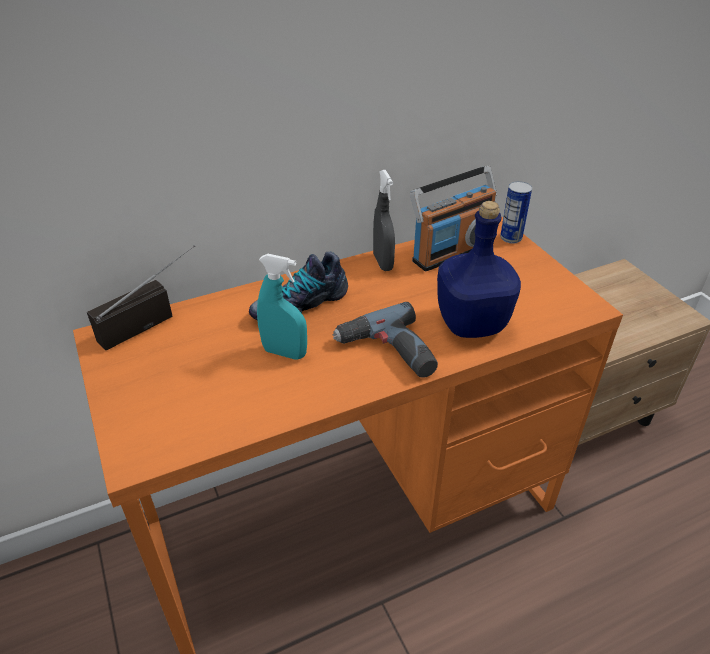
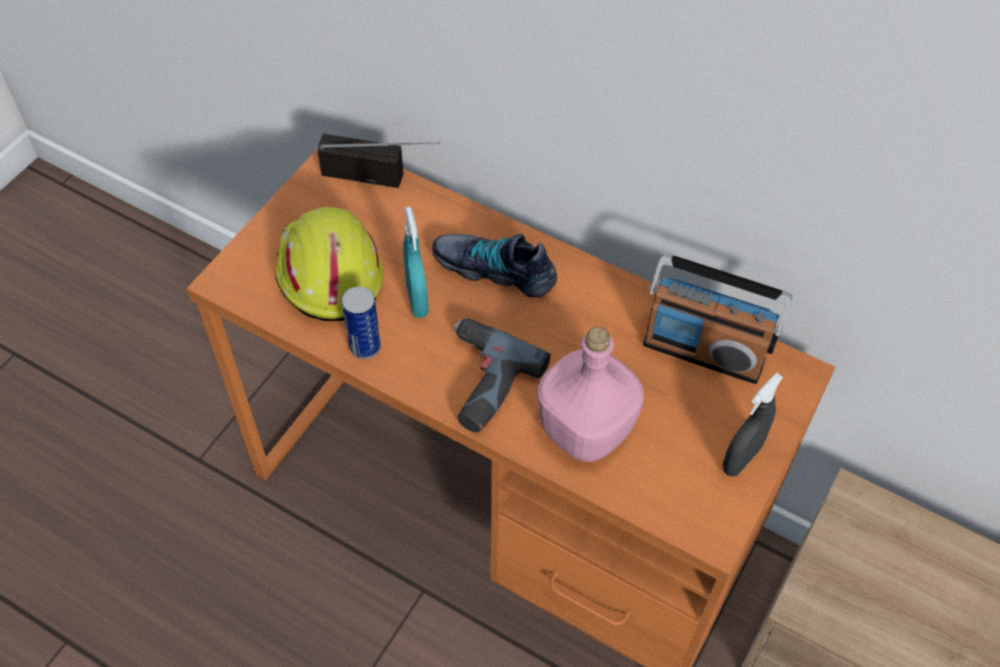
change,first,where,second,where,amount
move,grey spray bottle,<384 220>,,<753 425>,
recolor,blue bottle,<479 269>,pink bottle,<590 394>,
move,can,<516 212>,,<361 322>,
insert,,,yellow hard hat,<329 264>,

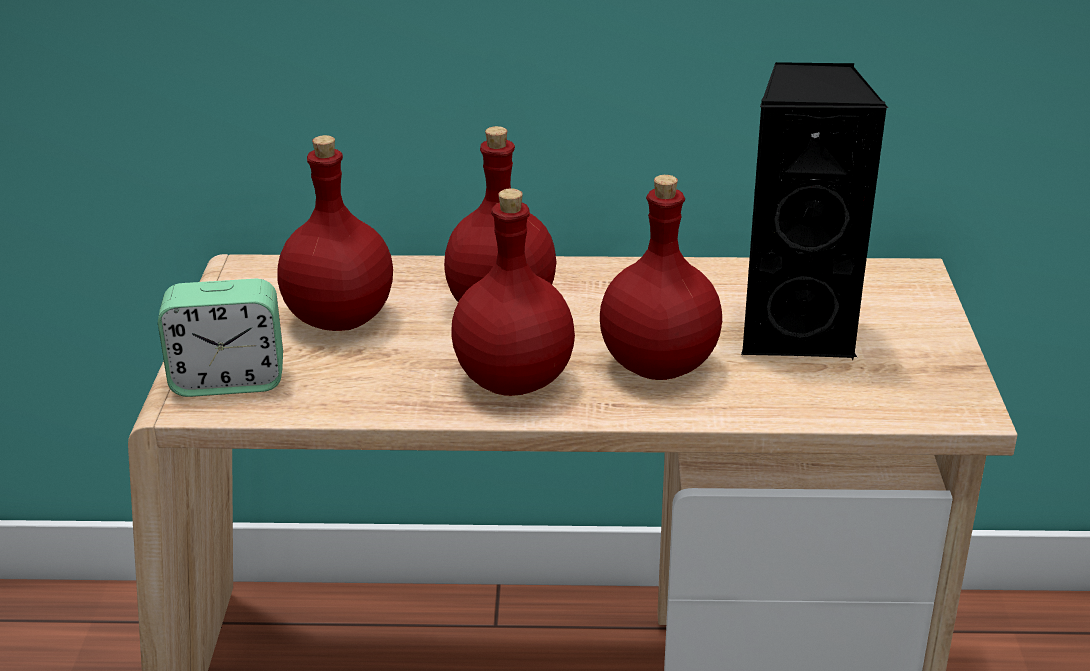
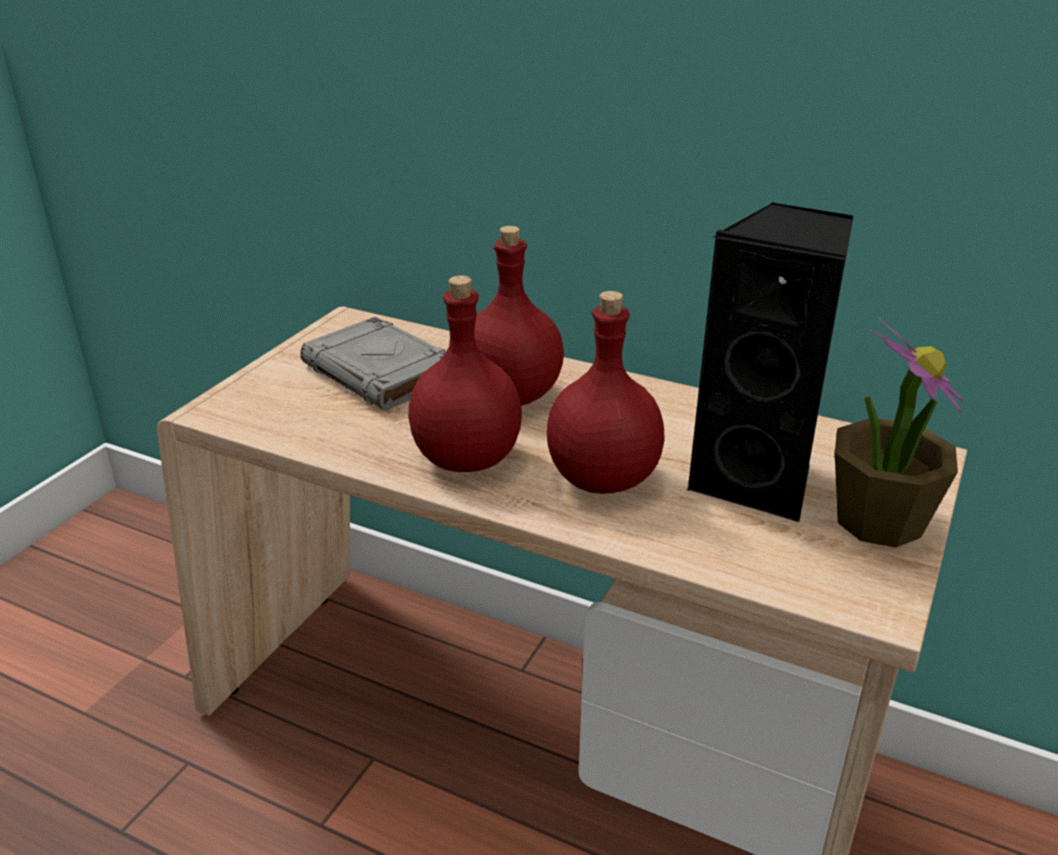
change,first,where,second,where,amount
delete,alarm clock,<220 337>,,,
replace,red bottle,<335 233>,grey book,<373 363>,
insert,,,potted plant,<899 432>,

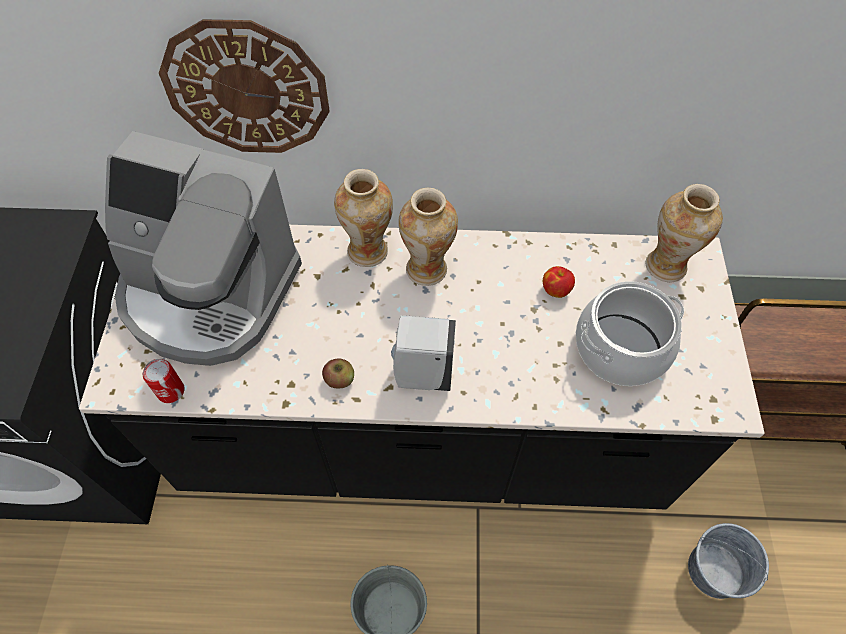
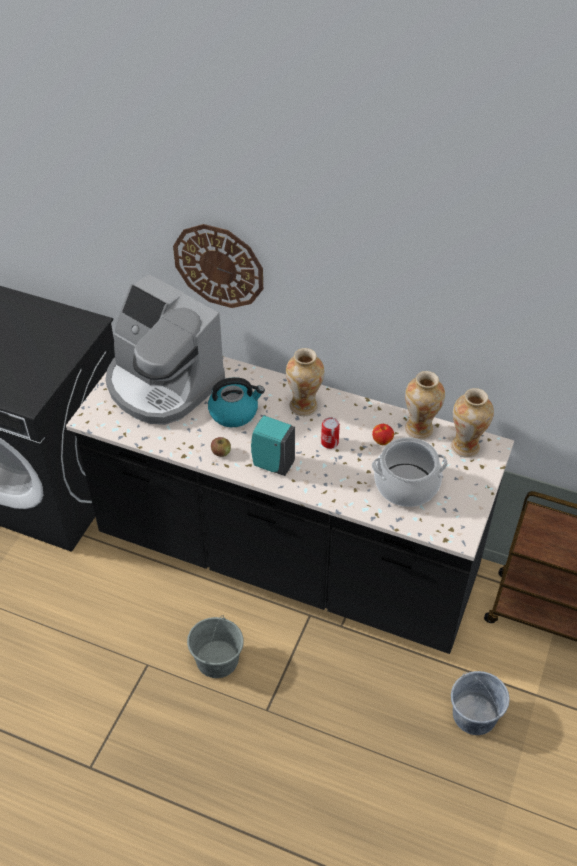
change,first,where,second,where,amount
move,can,<164 381>,,<330 433>,
move,vase,<363 218>,,<425 405>,
recolor,white soap dispenser,<423 353>,turquoise soap dispenser,<273 446>,
insert,,,kettle,<236 402>,

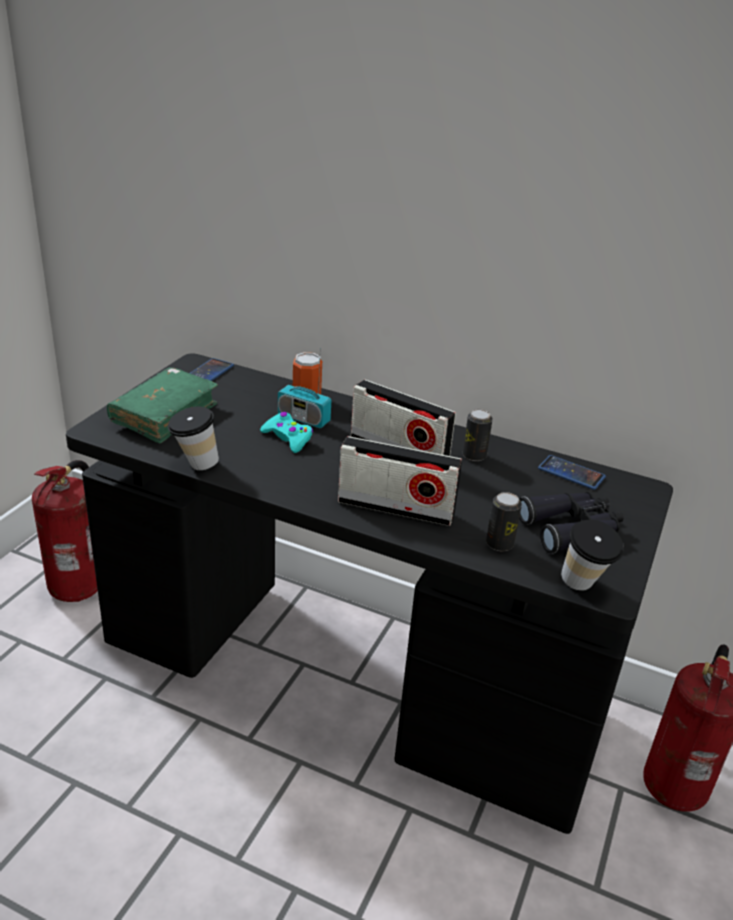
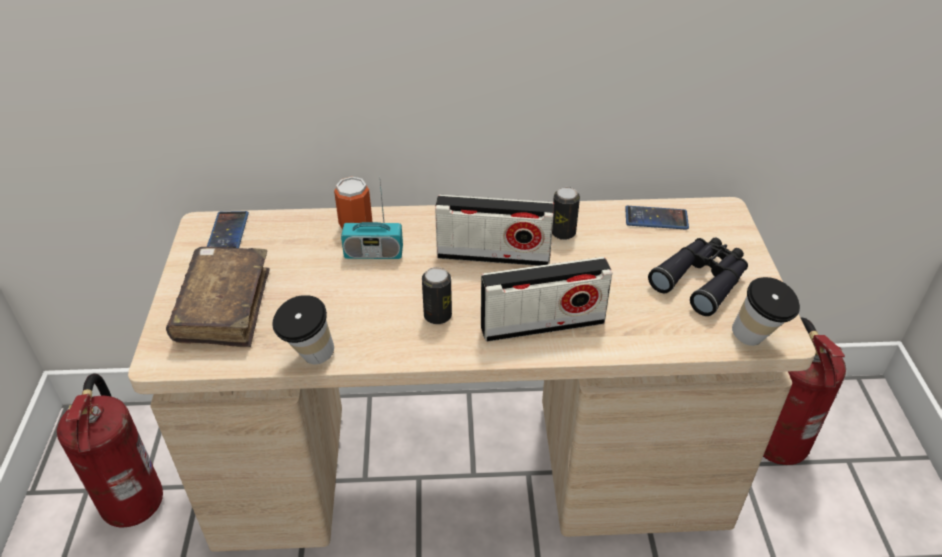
change,first,where,second,where,amount
recolor,black desk,<369 593>,beige desk,<472 374>,
recolor,green book,<162 405>,brown book,<218 297>,
delete,turquoise game controller,<286 432>,,,
move,can,<504 521>,,<437 295>,

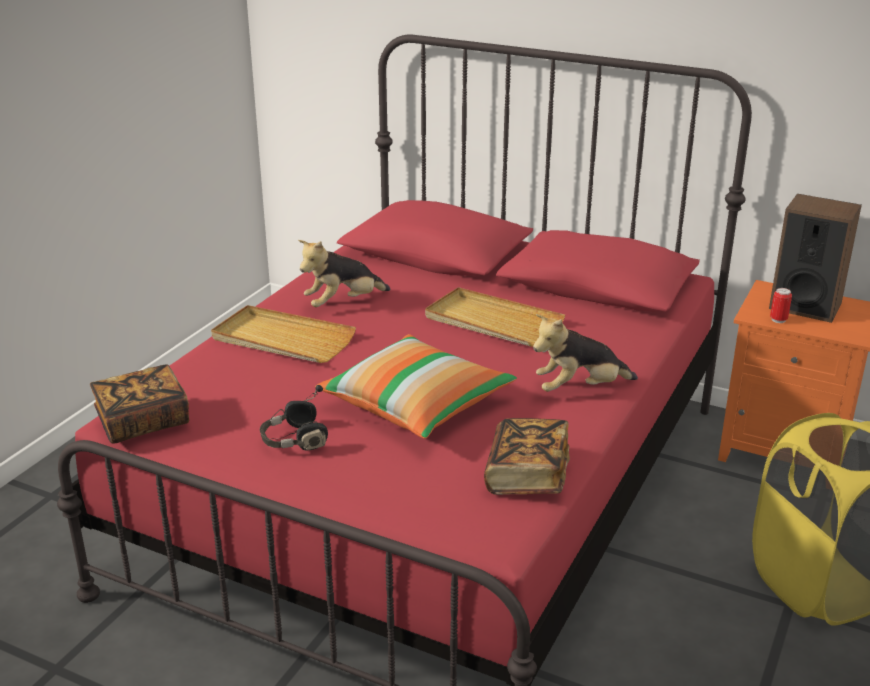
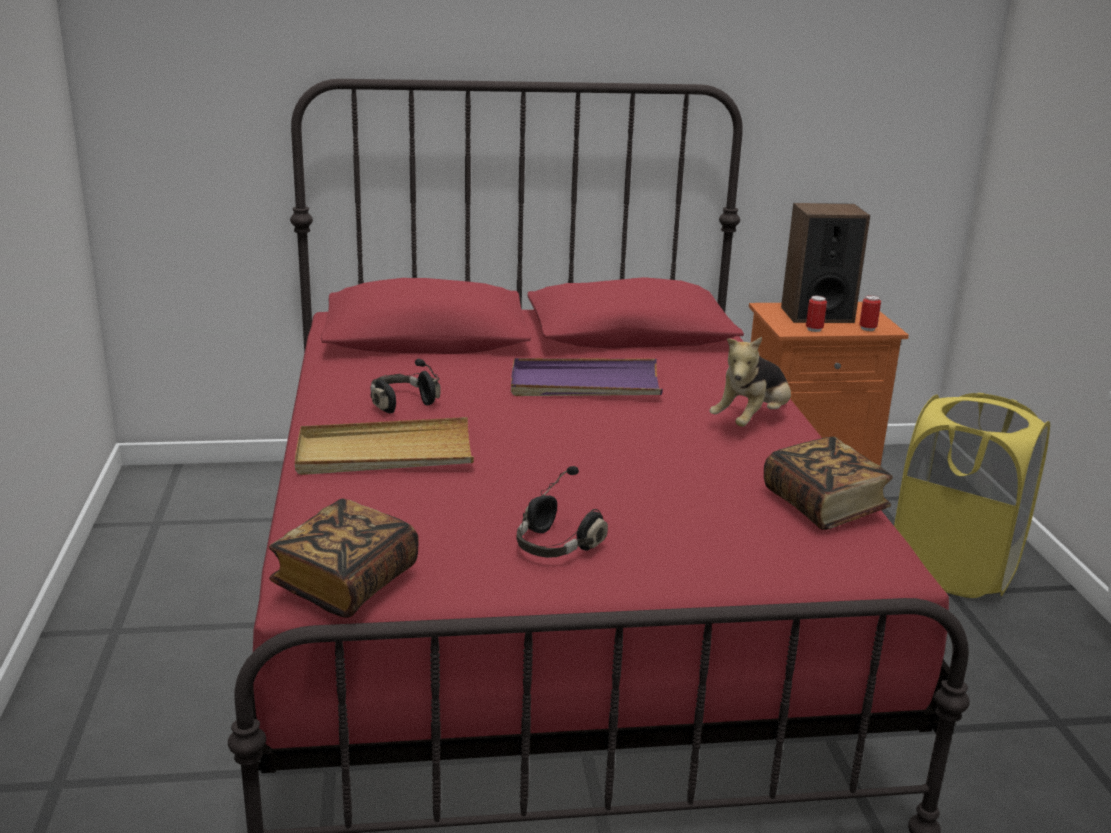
change,first,where,second,where,amount
replace,plush toy,<344 273>,black headphones,<406 386>,
delete,pillow,<416 386>,,,
recolor,beige tray,<495 317>,purple tray,<587 377>,
insert,,,can,<870 313>,

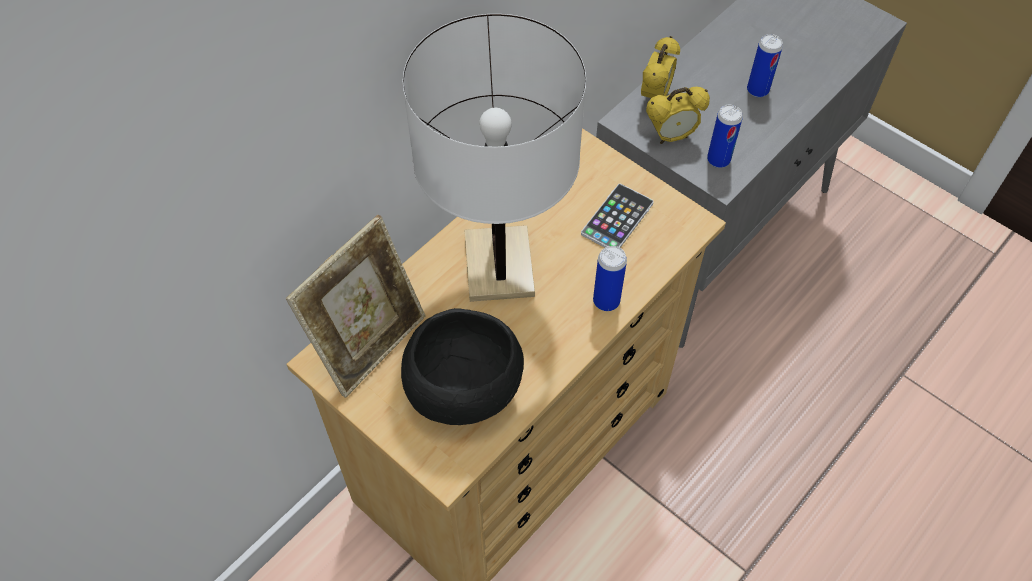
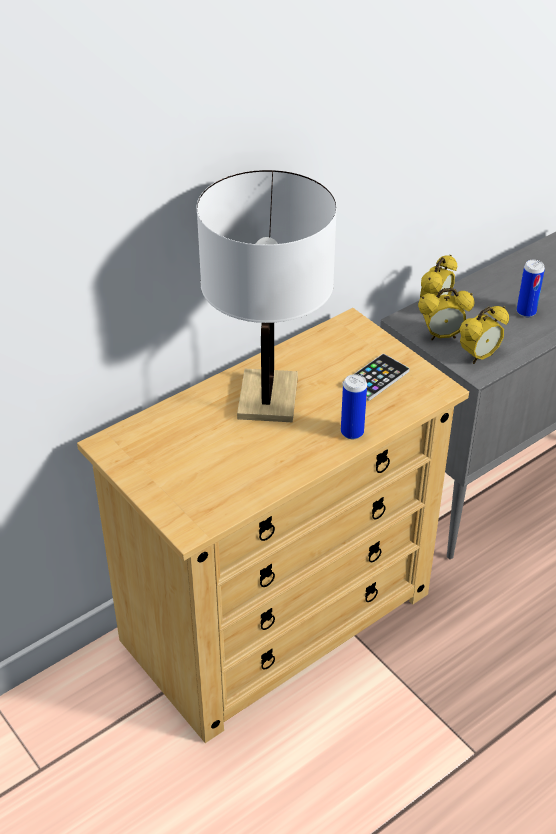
change,first,where,second,where,amount
delete,picture frame,<356 306>,,,
delete,black bowl,<462 366>,,,
replace,can,<725 136>,alarm clock,<484 335>,

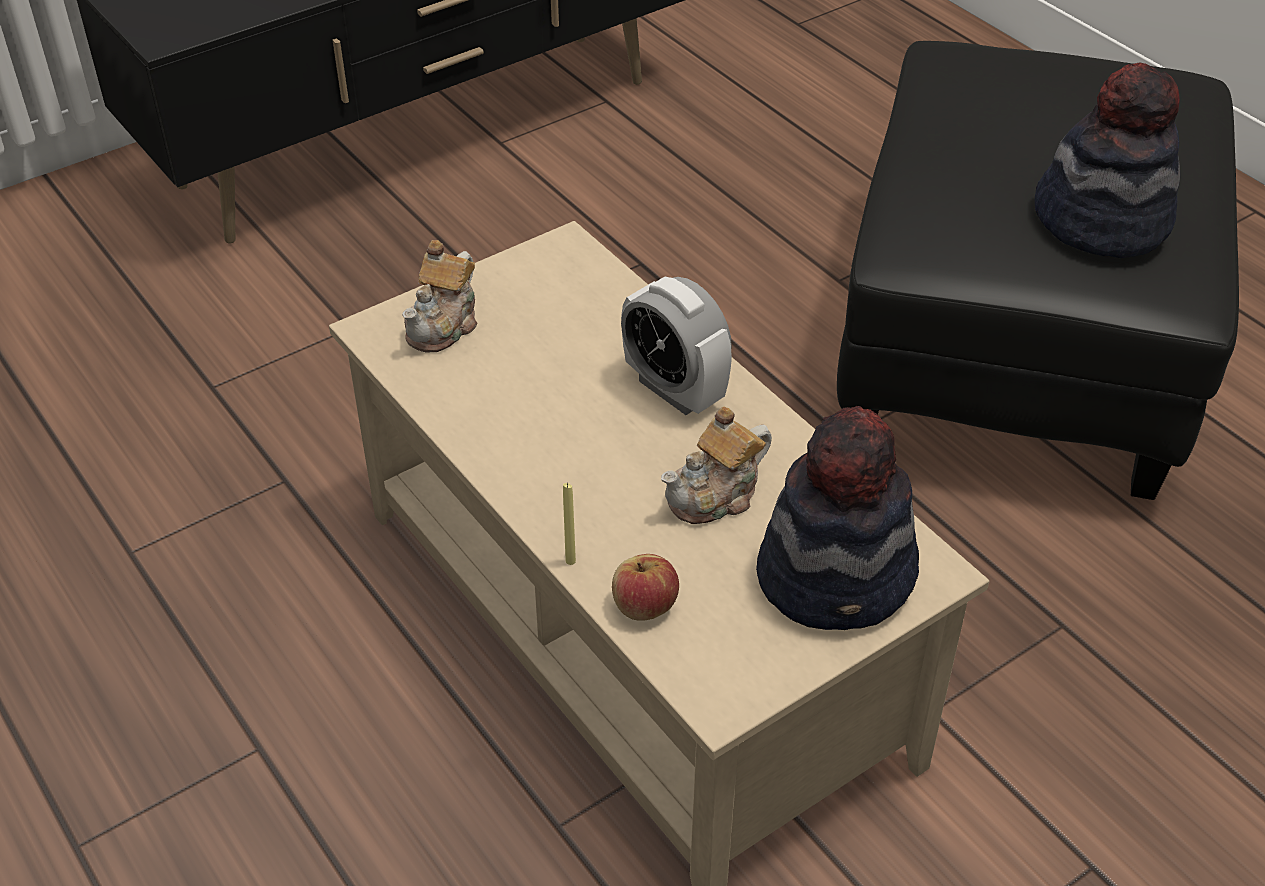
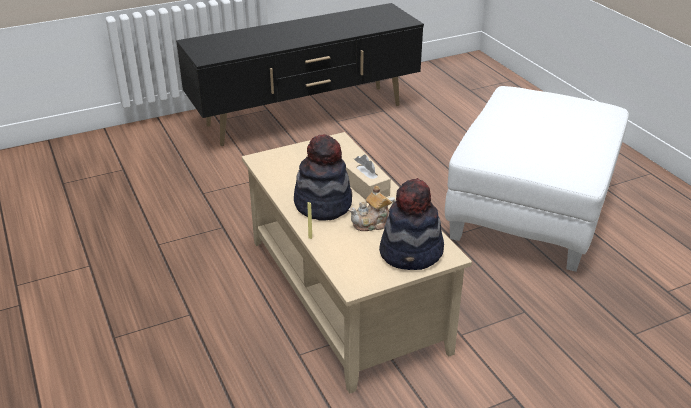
change,first,where,second,where,amount
delete,teapot,<440 296>,,,
delete,apple,<645 587>,,,
replace,alarm clock,<676 346>,beige tissue box,<368 177>,
recolor,black ottoman,<1038 270>,white ottoman,<537 179>,
move,hat,<1107 160>,,<323 177>,

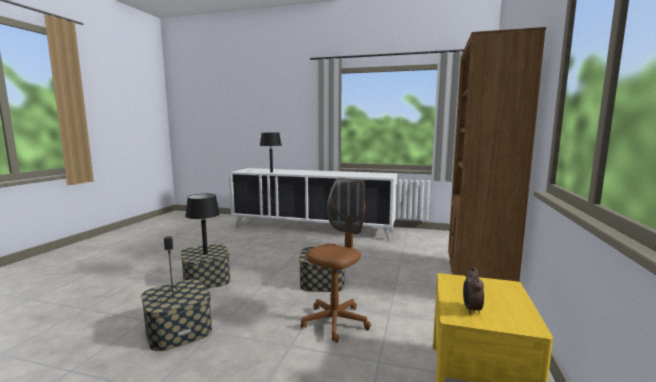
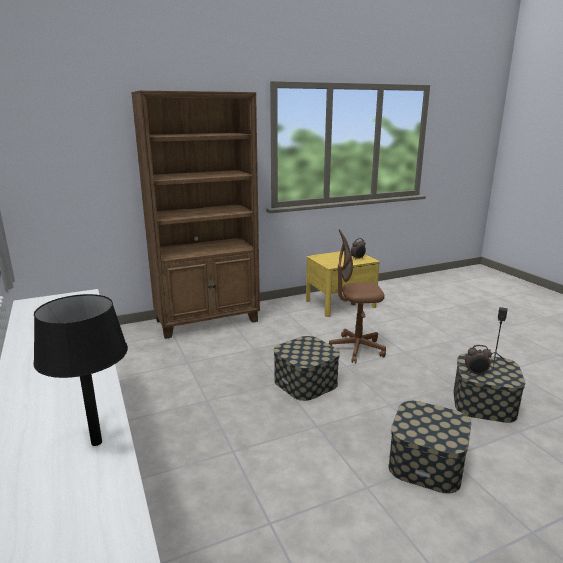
change,first,where,second,where,amount
delete,black table lamp,<202 224>,,,
insert,,,alarm clock,<478 360>,

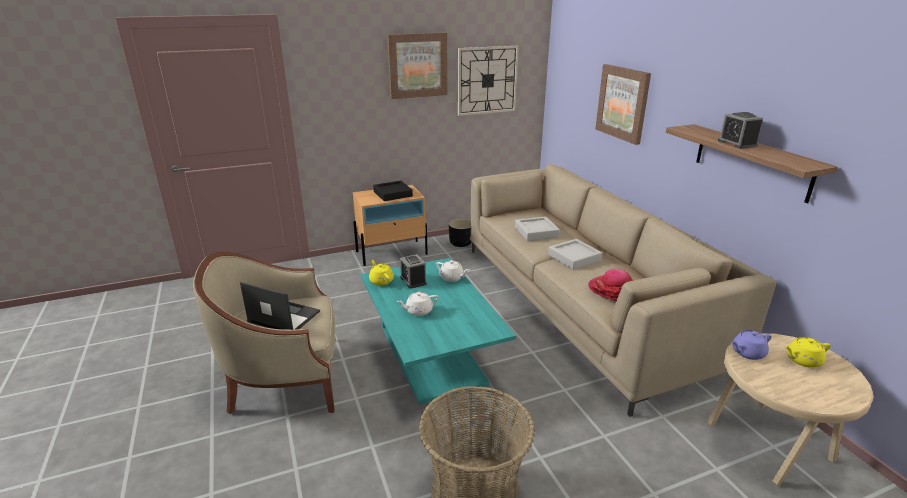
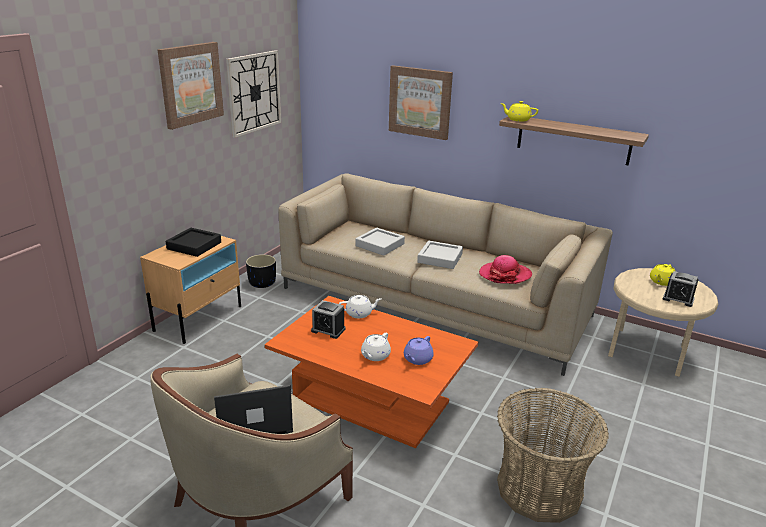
change,first,where,second,where,amount
recolor,turquoise coffee table,<438 331>,orange coffee table,<371 372>,
move,yellow teapot,<381 272>,,<519 111>,
move,alarm clock,<740 130>,,<681 289>,
move,purple teapot,<751 345>,,<419 350>,

